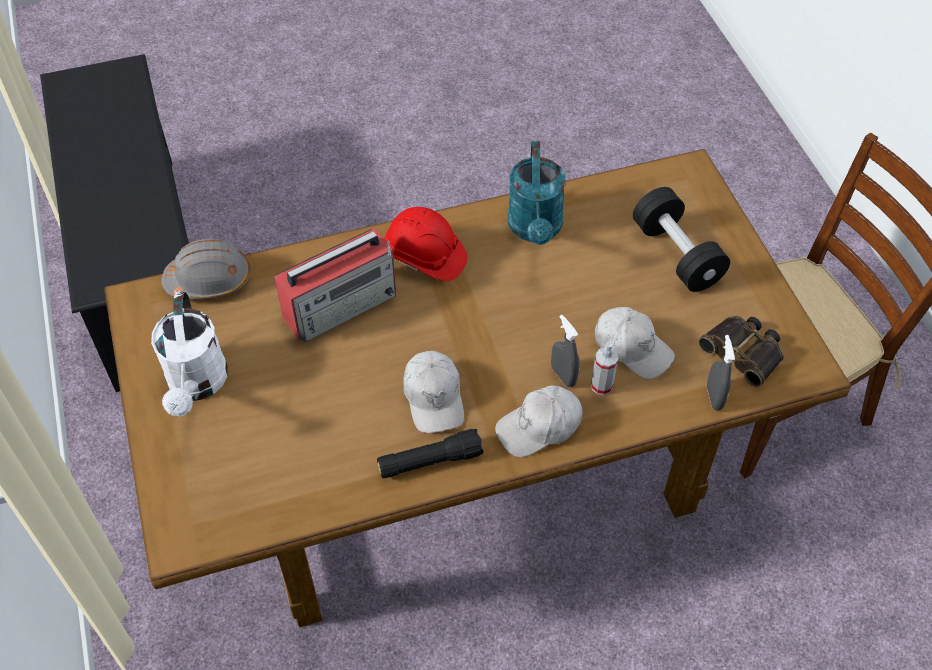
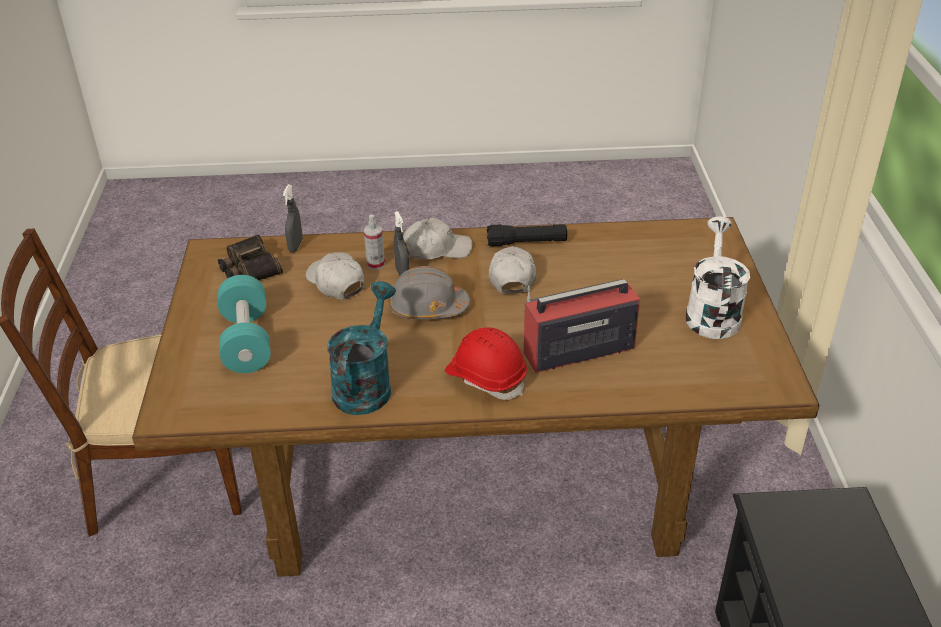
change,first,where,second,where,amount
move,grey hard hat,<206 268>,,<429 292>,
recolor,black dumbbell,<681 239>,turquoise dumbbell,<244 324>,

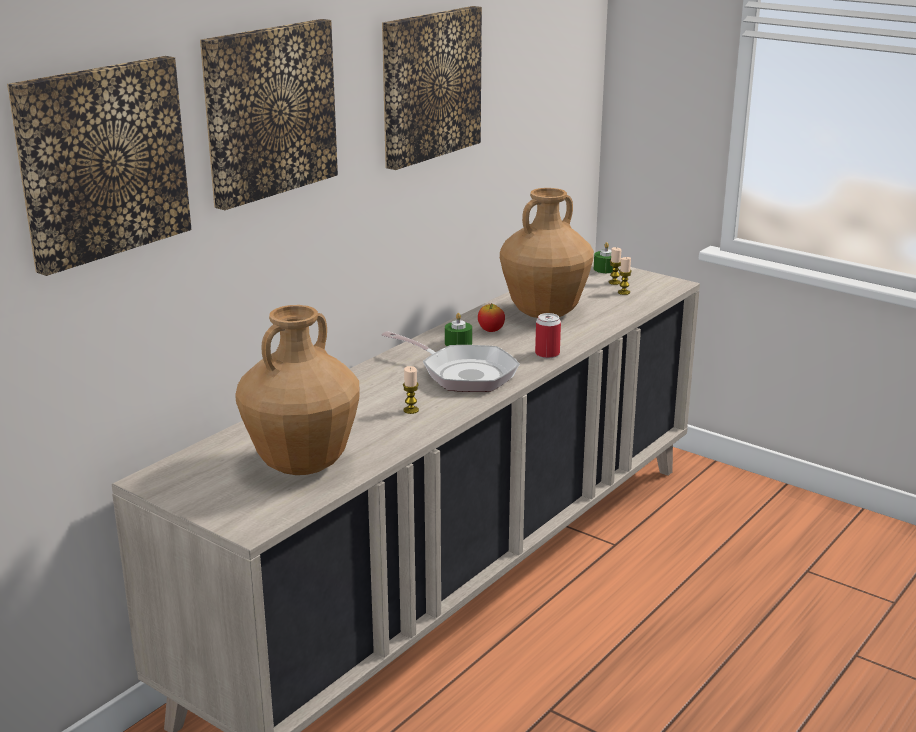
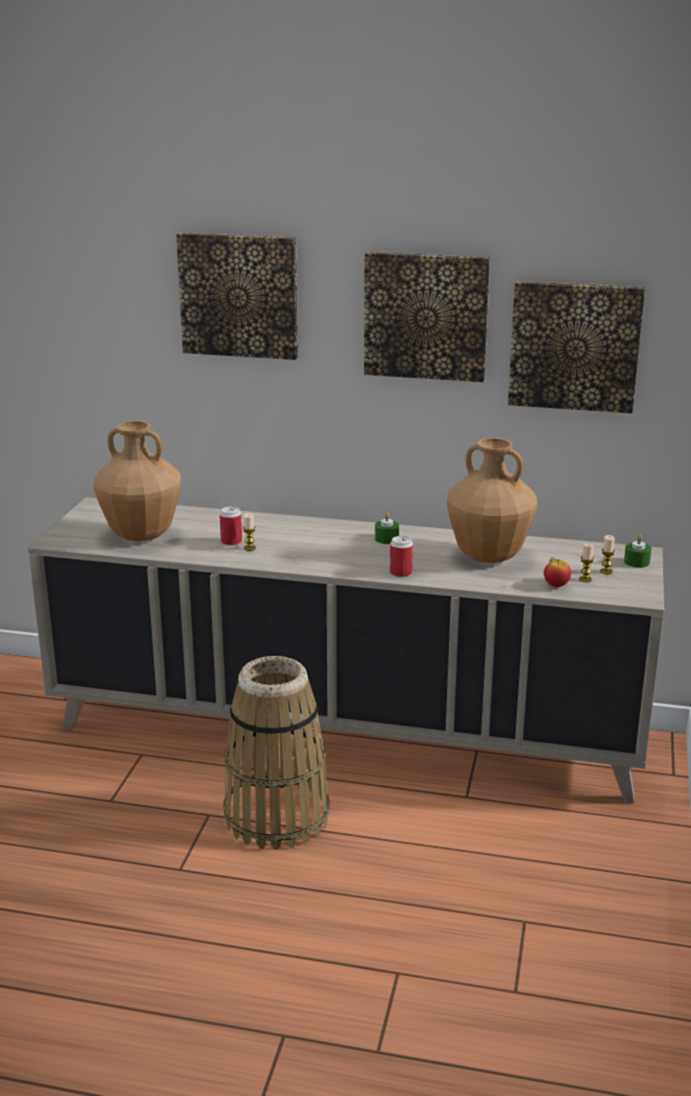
change,first,where,second,where,amount
move,picture,<99 166>,,<576 347>,
delete,frying pan,<451 361>,,,
move,apple,<491 317>,,<557 572>,
insert,,,can,<231 526>,
insert,,,basket,<276 753>,

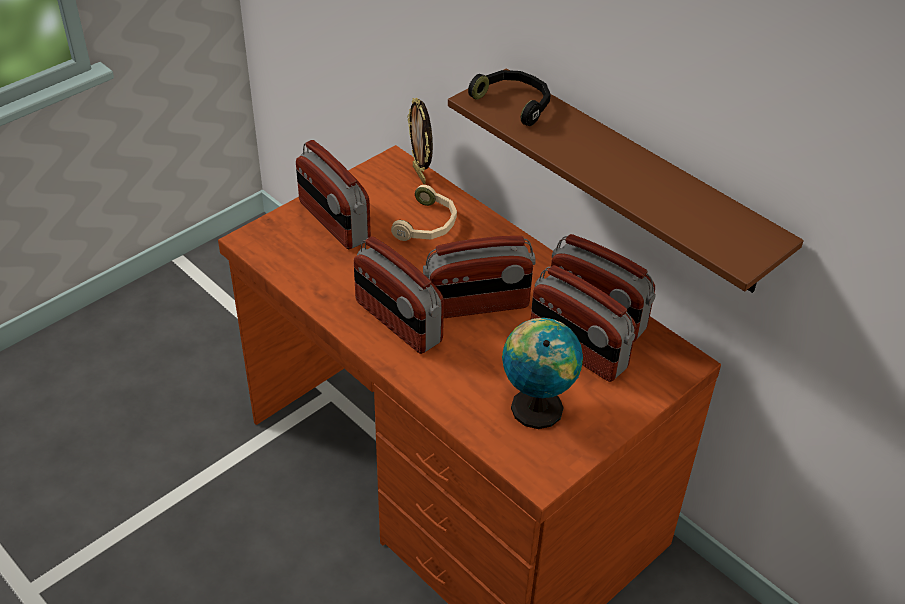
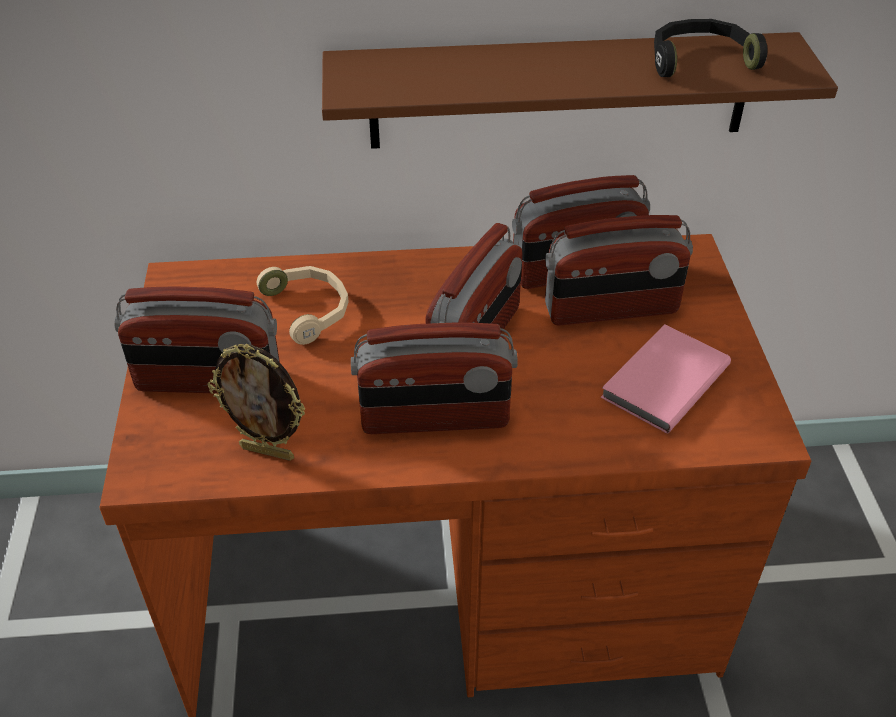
change,first,where,second,where,amount
move,picture frame,<420 141>,,<257 402>,
move,black headphones,<509 98>,,<711 48>,
replace,globe,<542 373>,pink book,<665 378>,

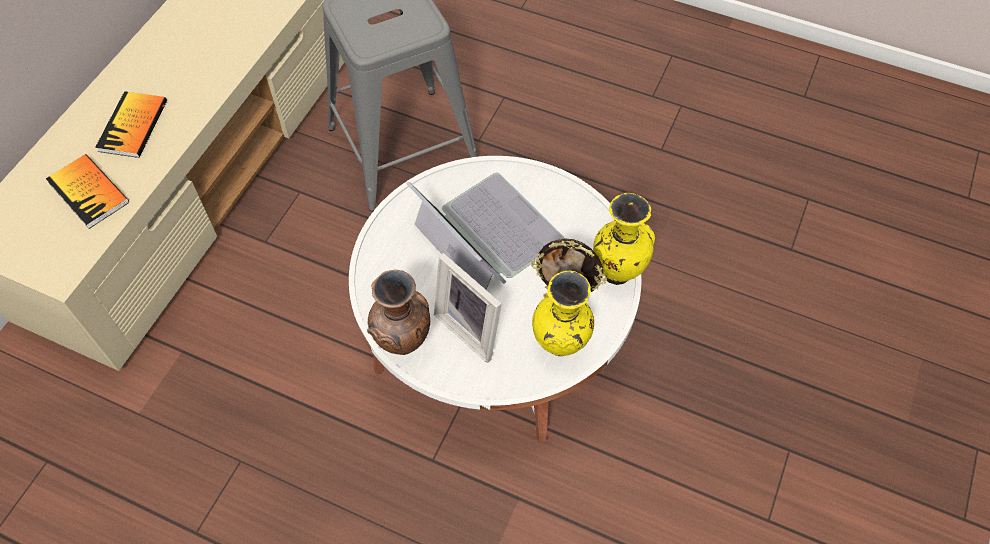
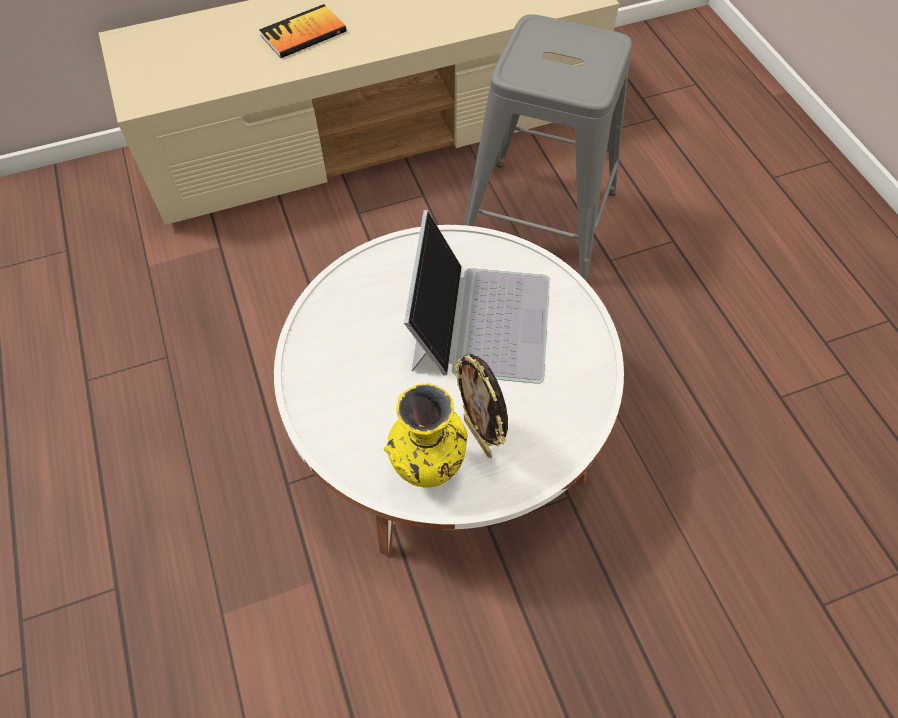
change,first,where,second,where,amount
delete,book,<87 191>,,,
delete,brown vase,<398 312>,,,
delete,picture frame,<468 308>,,,
delete,yellow vase,<624 239>,,,

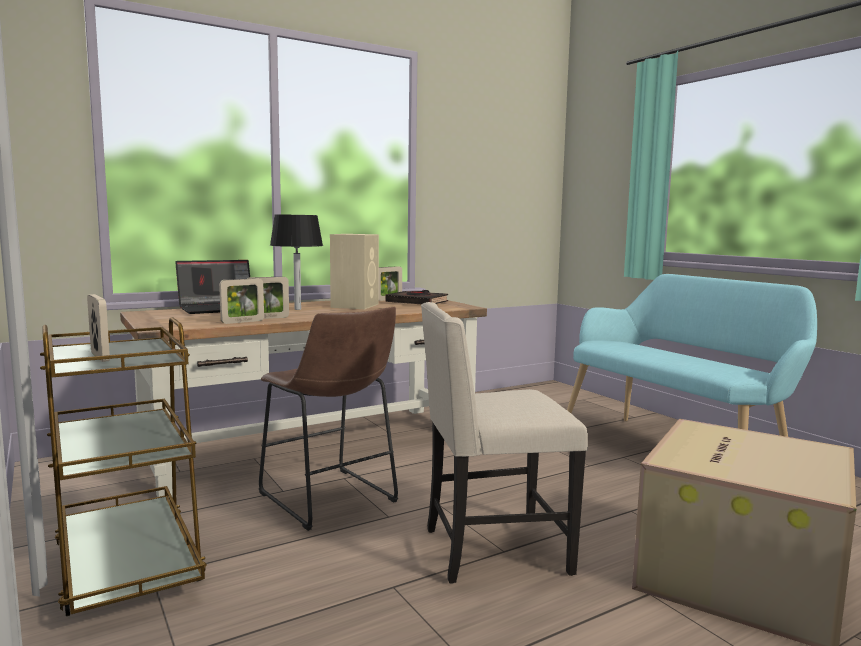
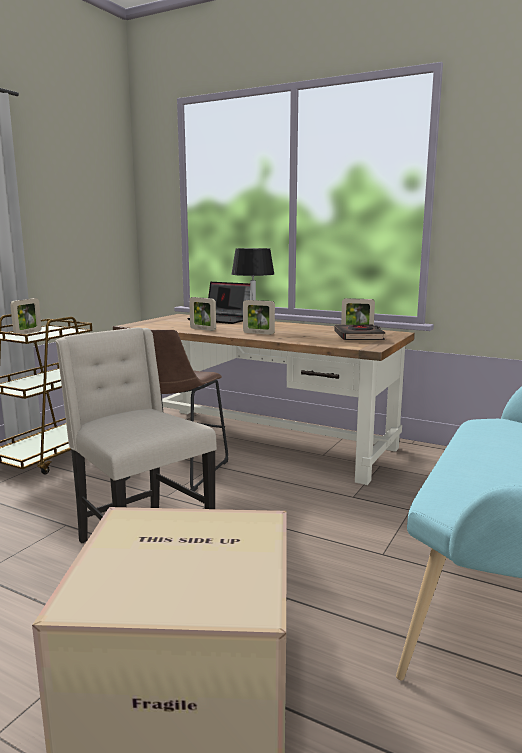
change,first,where,second,where,amount
move,picture frame,<241 301>,,<259 317>,
delete,beige speaker,<354 271>,,,

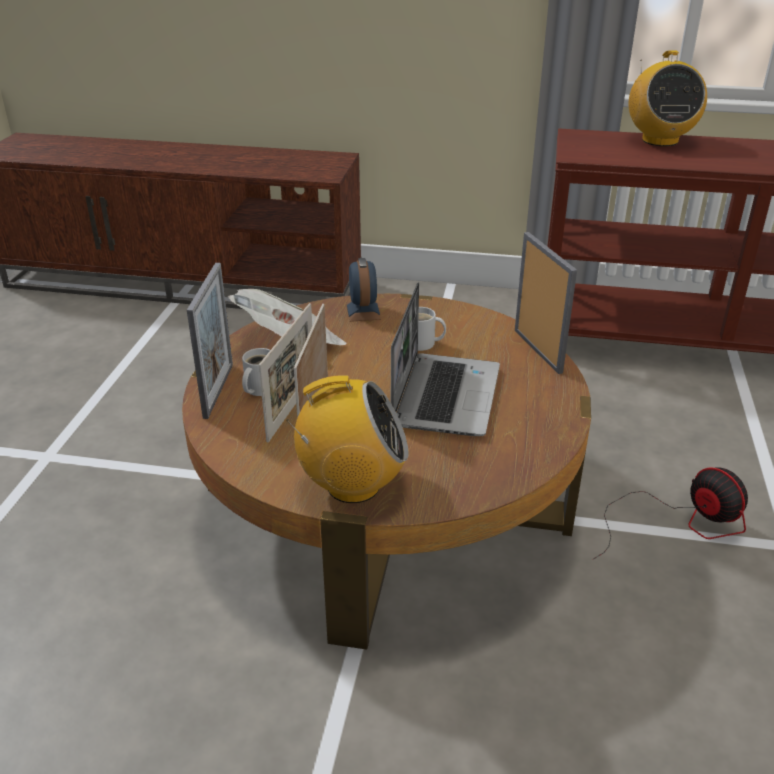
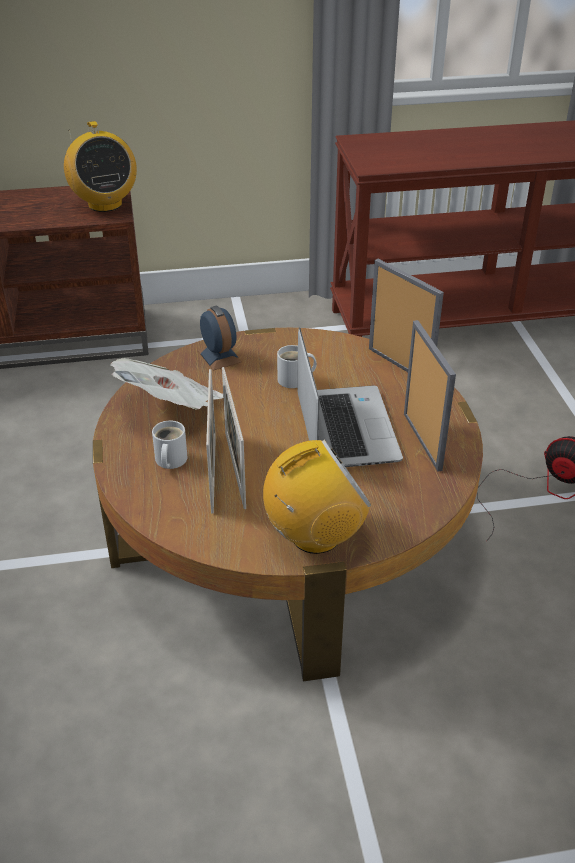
change,first,where,second,where,amount
move,picture frame,<210 341>,,<430 396>,
move,radio,<668 98>,,<100 166>,

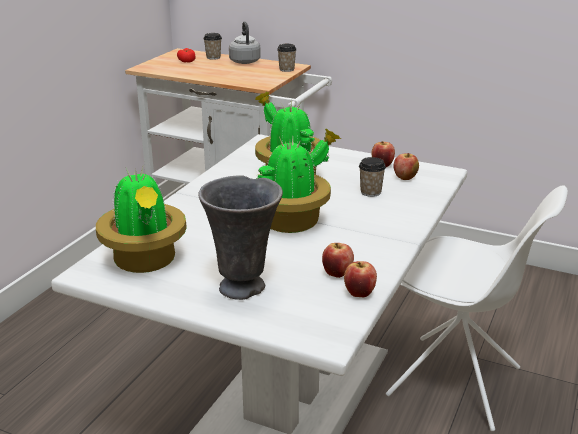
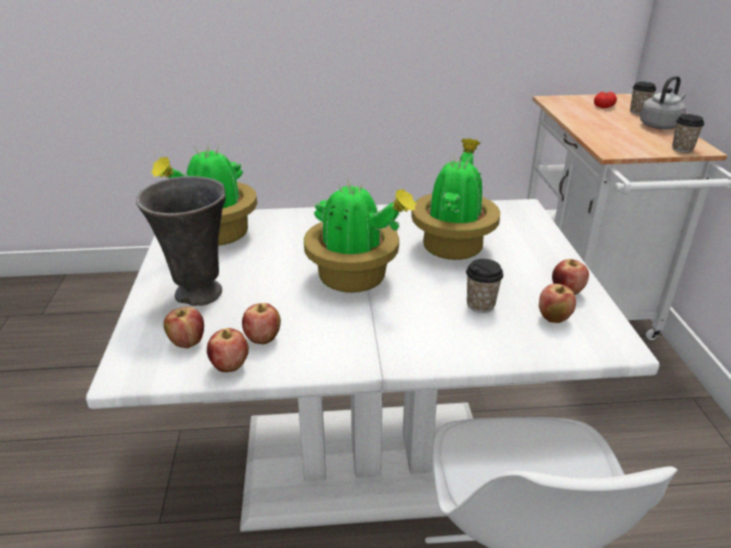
change,first,where,second,where,amount
insert,,,apple,<183 327>,

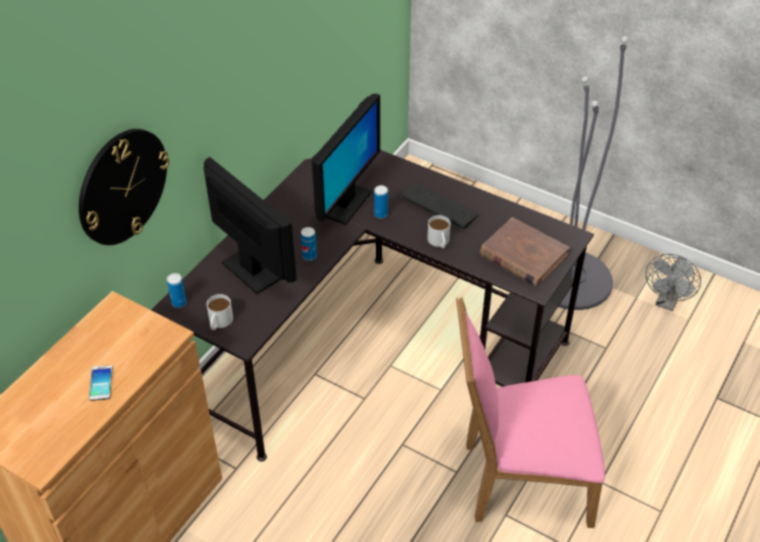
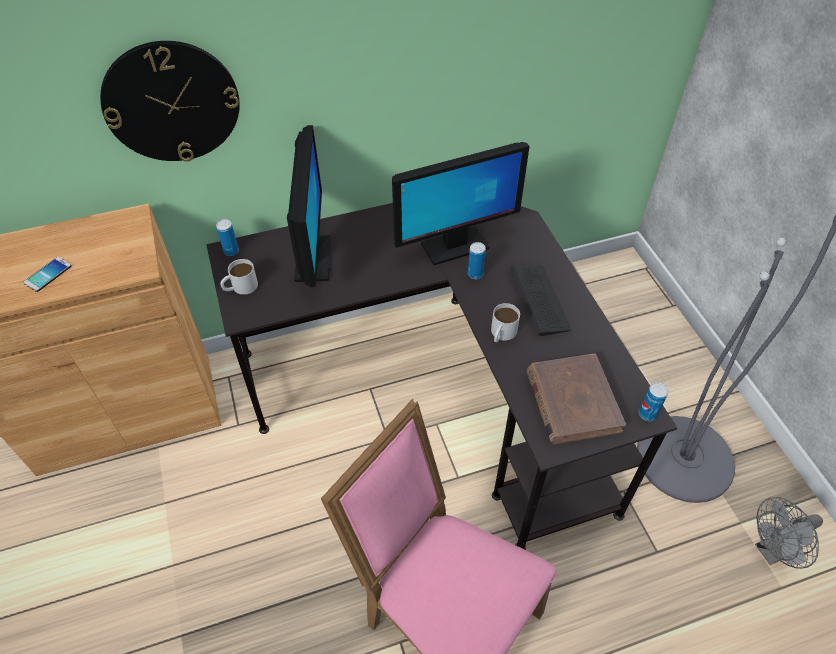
change,first,where,second,where,amount
move,can,<309 244>,,<653 401>,

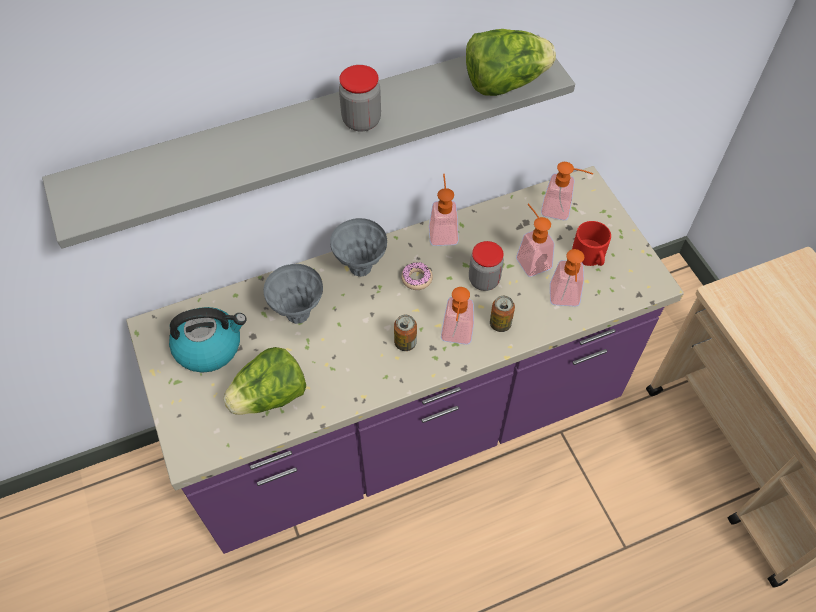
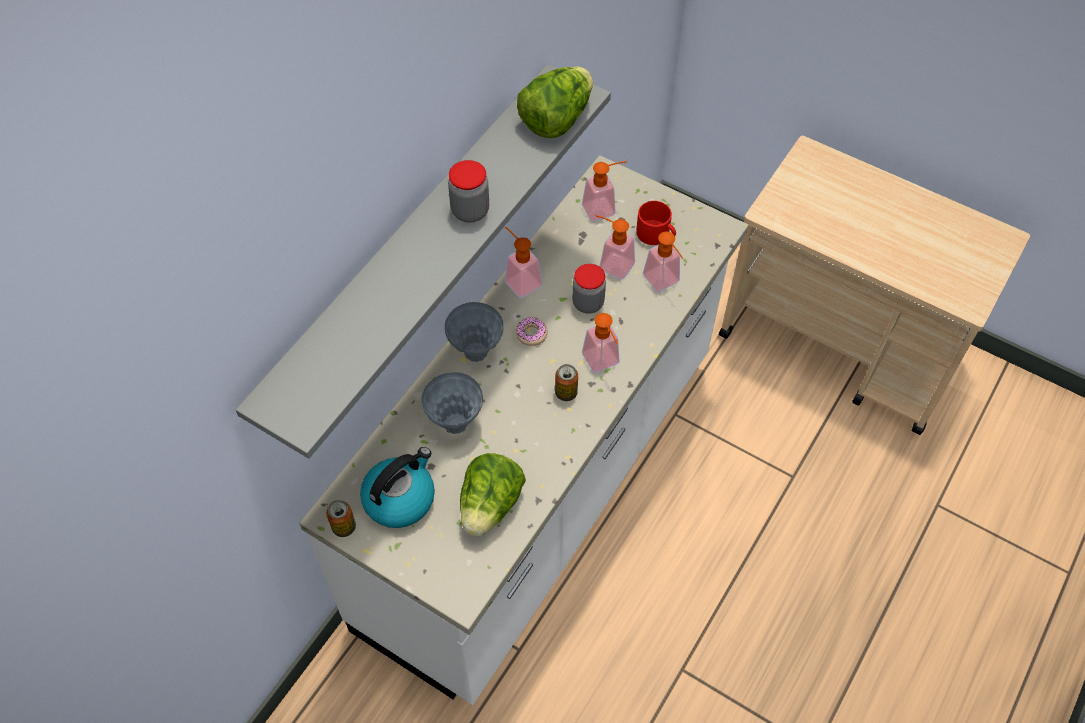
change,first,where,second,where,amount
recolor,purple counter,<405 360>,white counter,<524 430>,
move,can,<502 314>,,<341 518>,

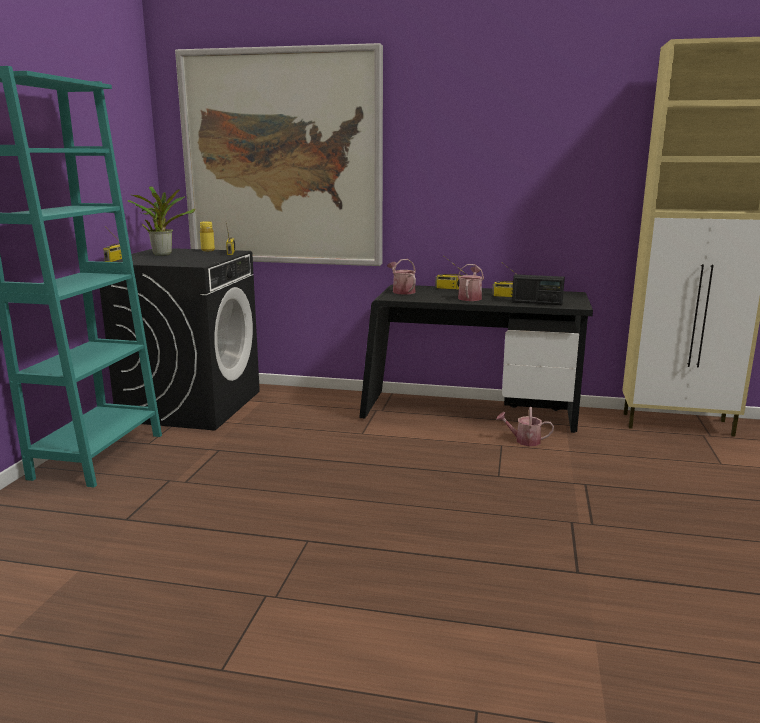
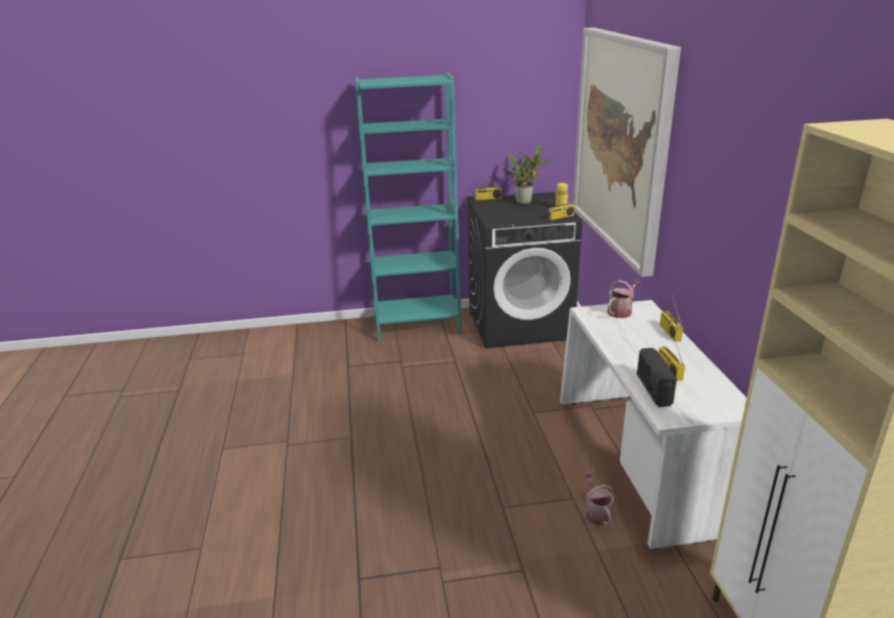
change,first,where,second,where,amount
recolor,black desk,<476 359>,white desk,<653 425>,
delete,watering can,<471 282>,,,

